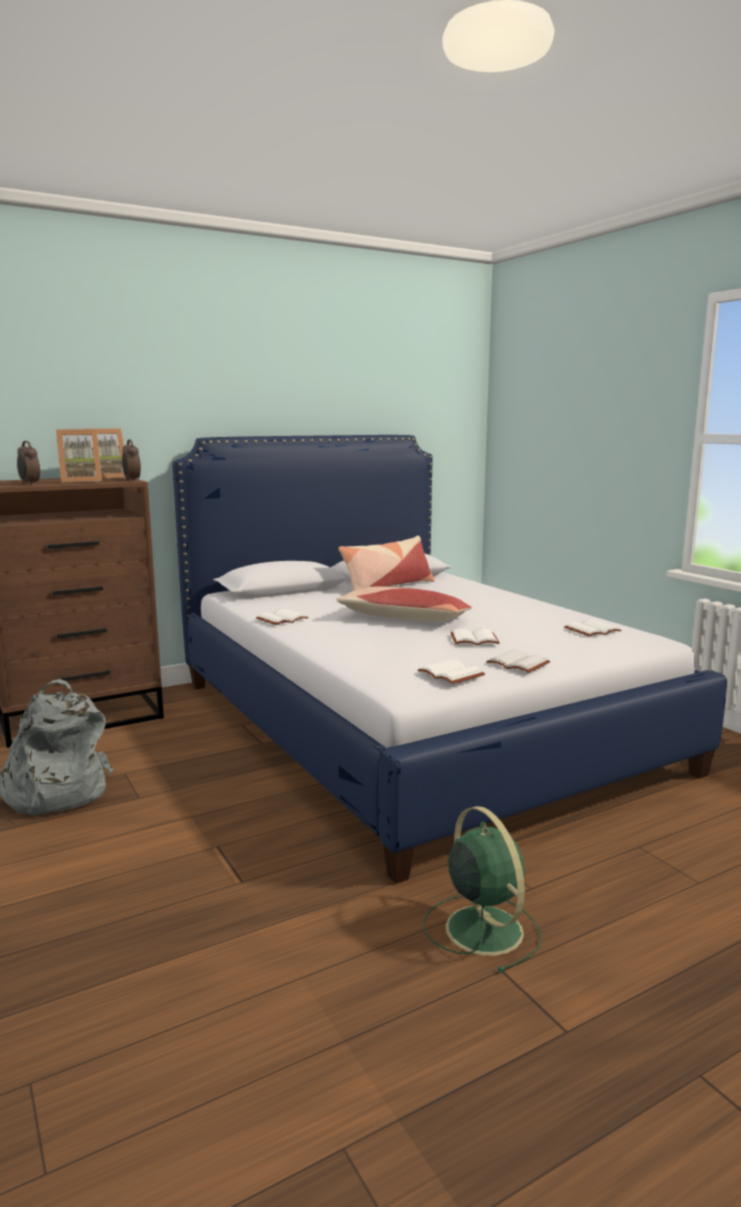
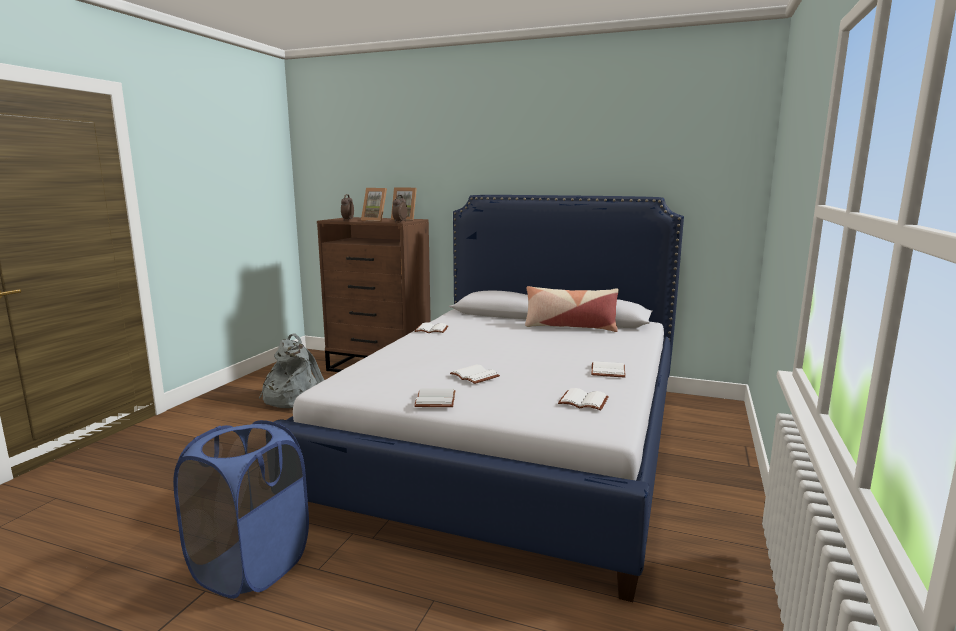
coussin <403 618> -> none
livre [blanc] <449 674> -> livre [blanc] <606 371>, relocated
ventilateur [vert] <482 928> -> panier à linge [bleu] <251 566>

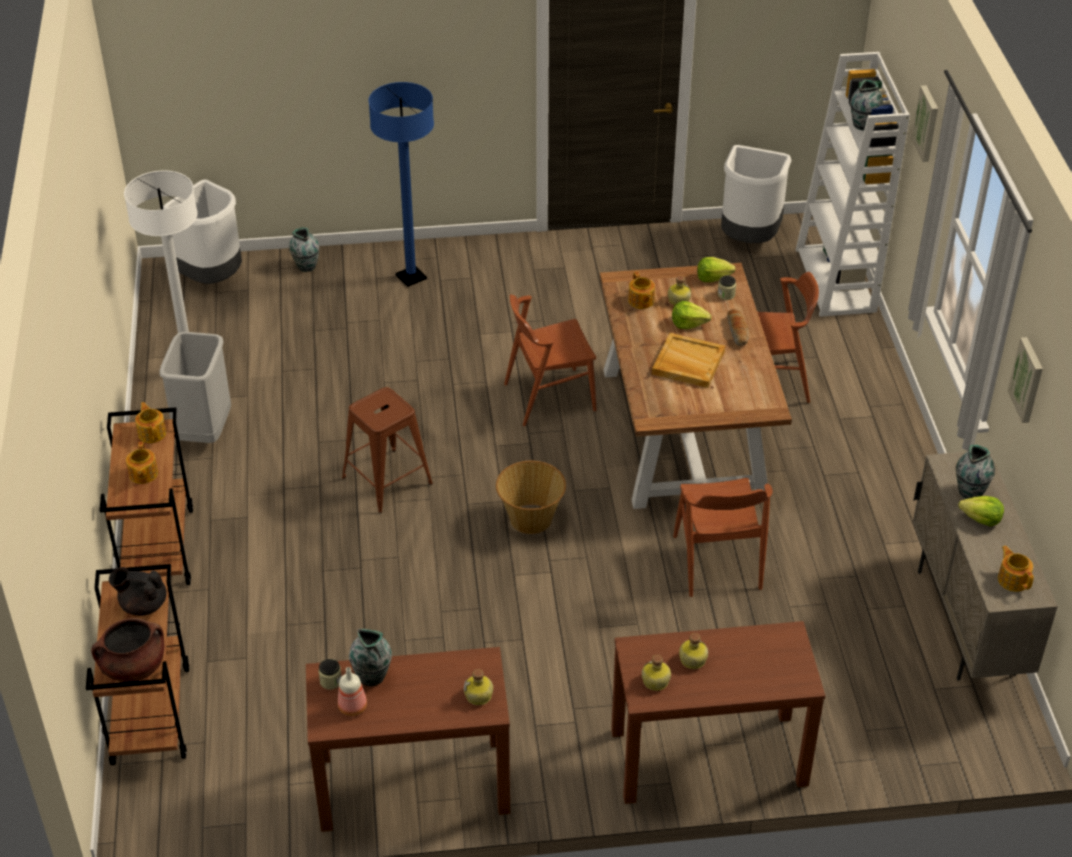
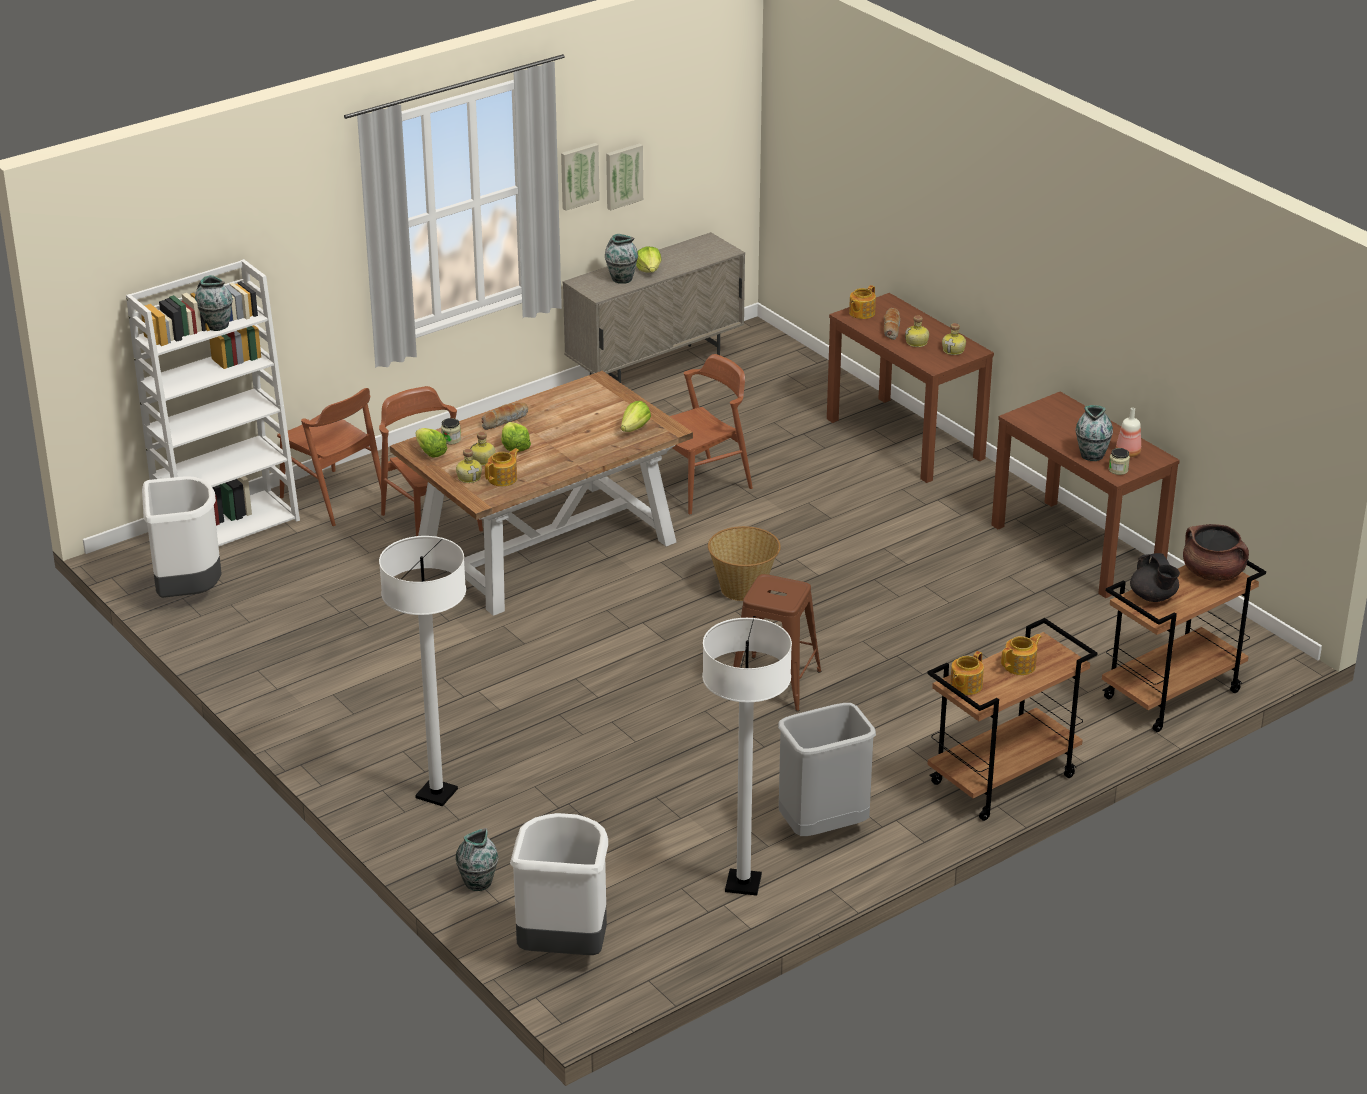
lampadaire [bleu] <411 277> -> lampadaire [blanc] <436 794>
tableau <927 123> -> tableau <623 175>, relocated
chaise [marron] <549 397> -> chaise [marron] <333 498>, relocated
plateau [beige] <687 363> -> none
théière <1013 579> -> théière <861 313>, relocated
bouteille <479 696> -> bouteille <469 477>, relocated
none -> pain <891 328>
none -> laitue <635 428>

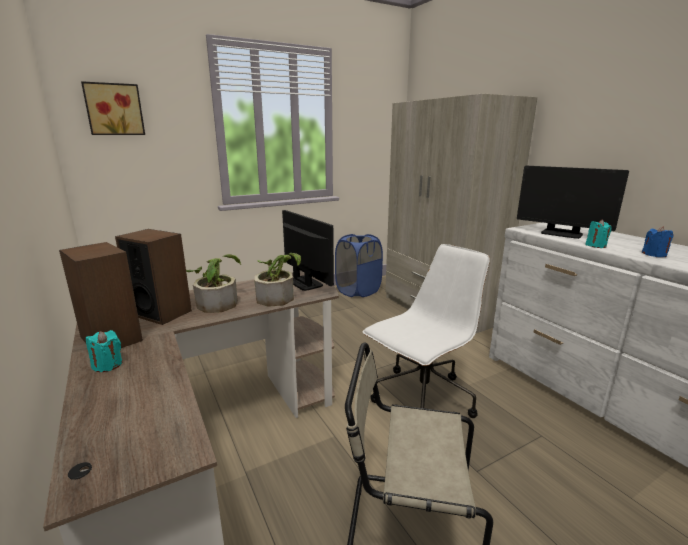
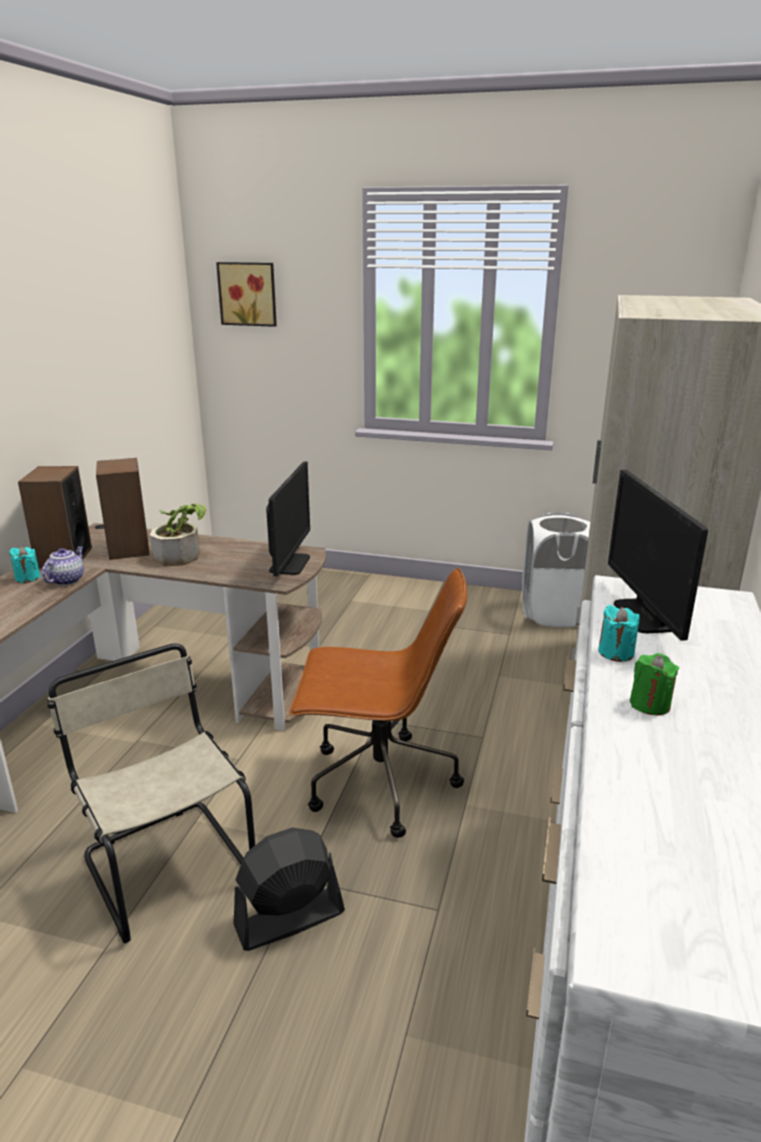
bougie [bleu] <654 255> -> bougie [vert] <649 704>
panier à linge [bleu] <358 291> -> panier à linge [blanc] <554 614>
chaise de bureau [blanc] <422 399> -> chaise de bureau [marron] <378 783>
plante en pot <278 296> -> none
none -> théière <67 580>
none -> ventilateur [noir] <289 919>

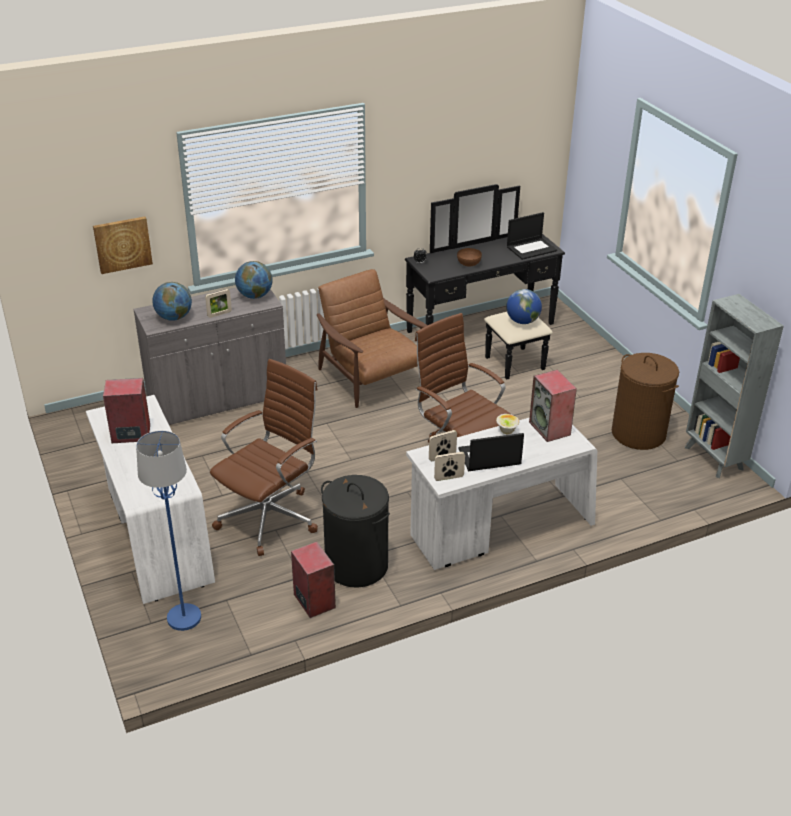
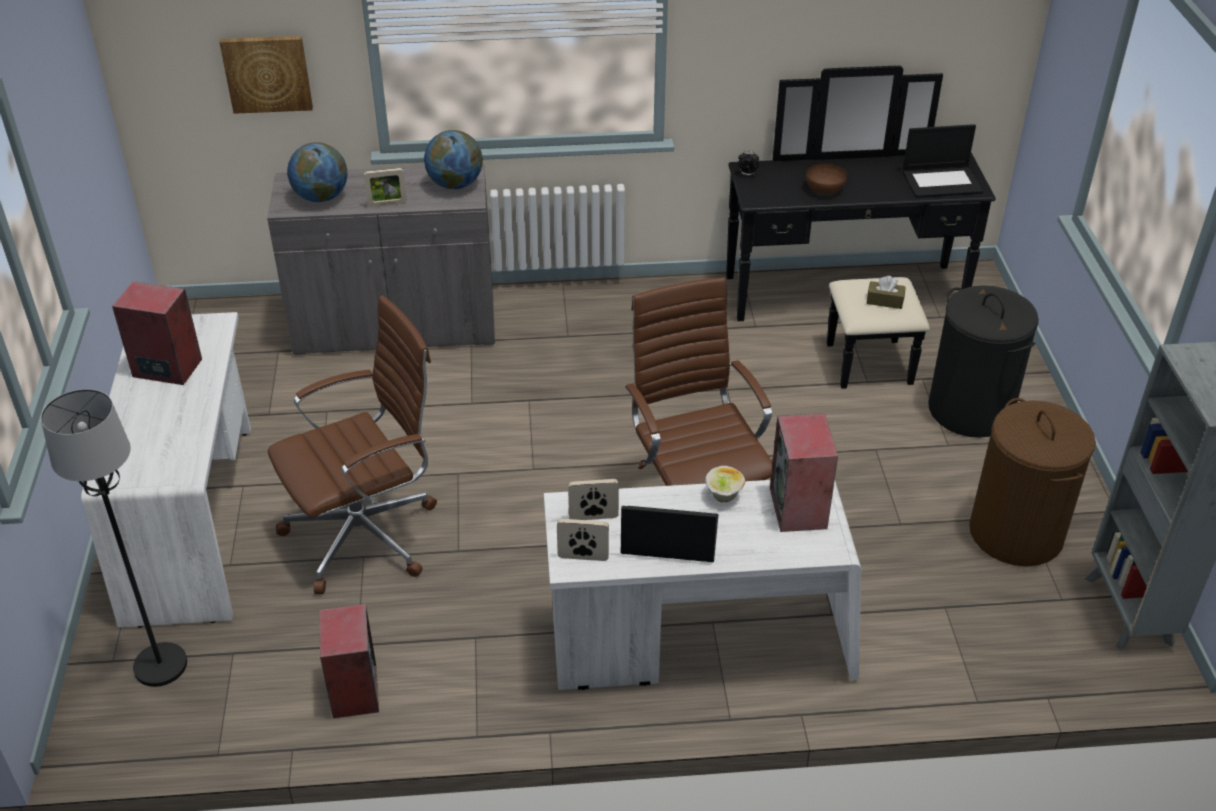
fauteuil [marron] <371 378> -> none
globe <522 321> -> boîte à mouchoirs [marron] <885 301>
lampadaire [bleu] <183 618> -> lampadaire [noir] <160 665>
panier à linge [noir] <356 566> -> panier à linge [noir] <970 410>, relocated

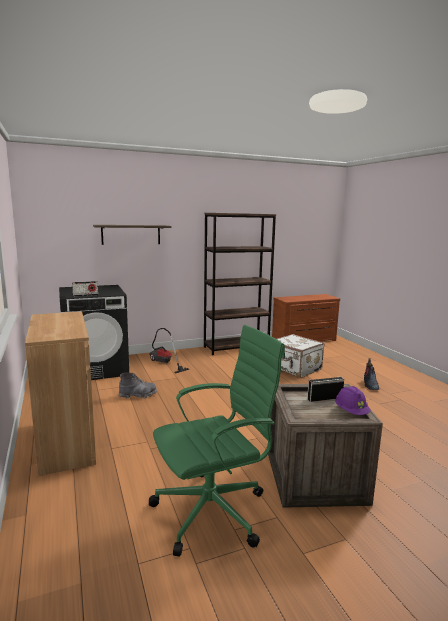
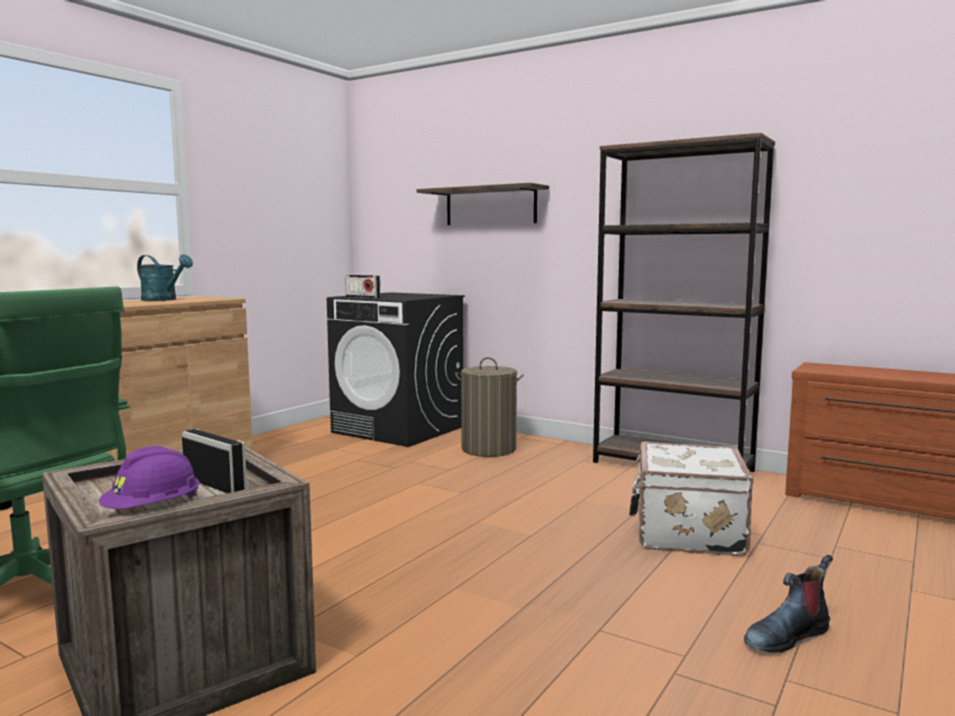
aspirateur <164 363> -> panier à linge <489 449>
botte [gris] <138 395> -> none
none -> arrosoir [turquoise] <164 300>

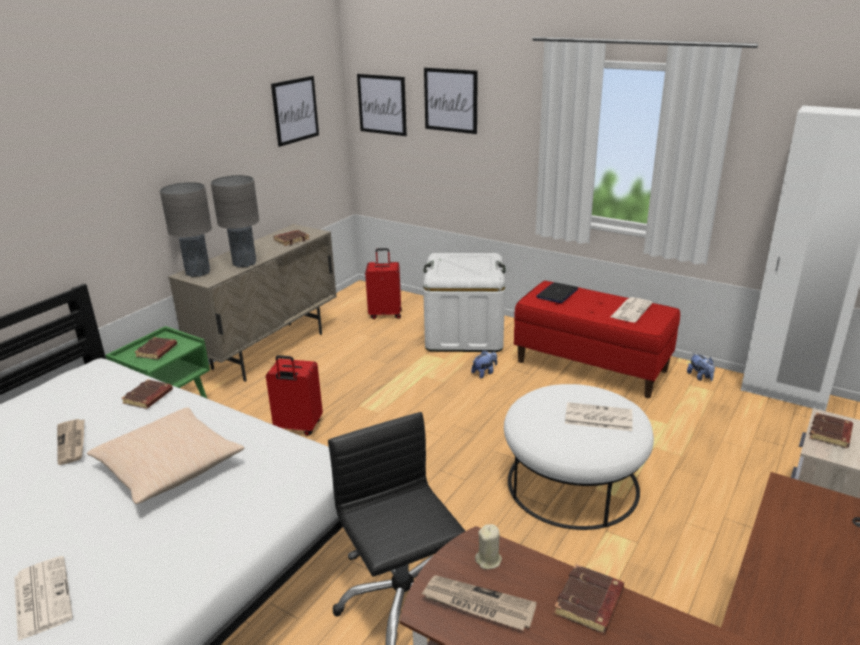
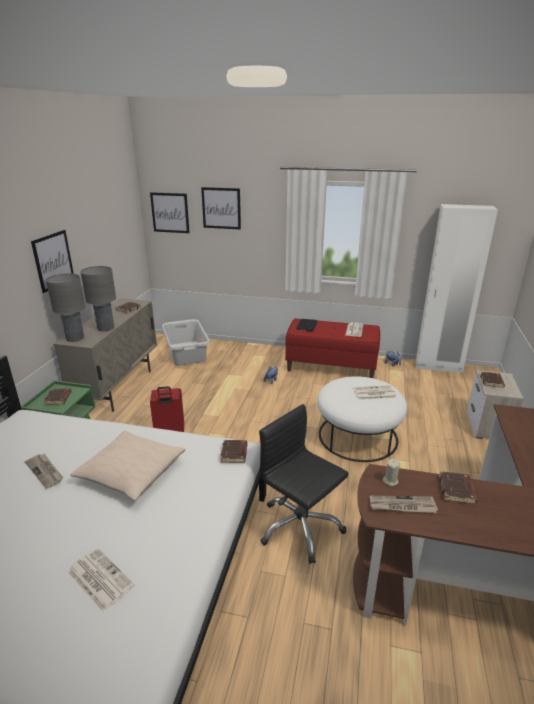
tableau <295 110> -> tableau <53 260>, relocated
valise [rouge] <385 314> -> panier à linge [gris] <187 353>
boîte de rangement [blanc] <464 334> -> none
livre [marron] <148 397> -> livre [marron] <234 454>, relocated

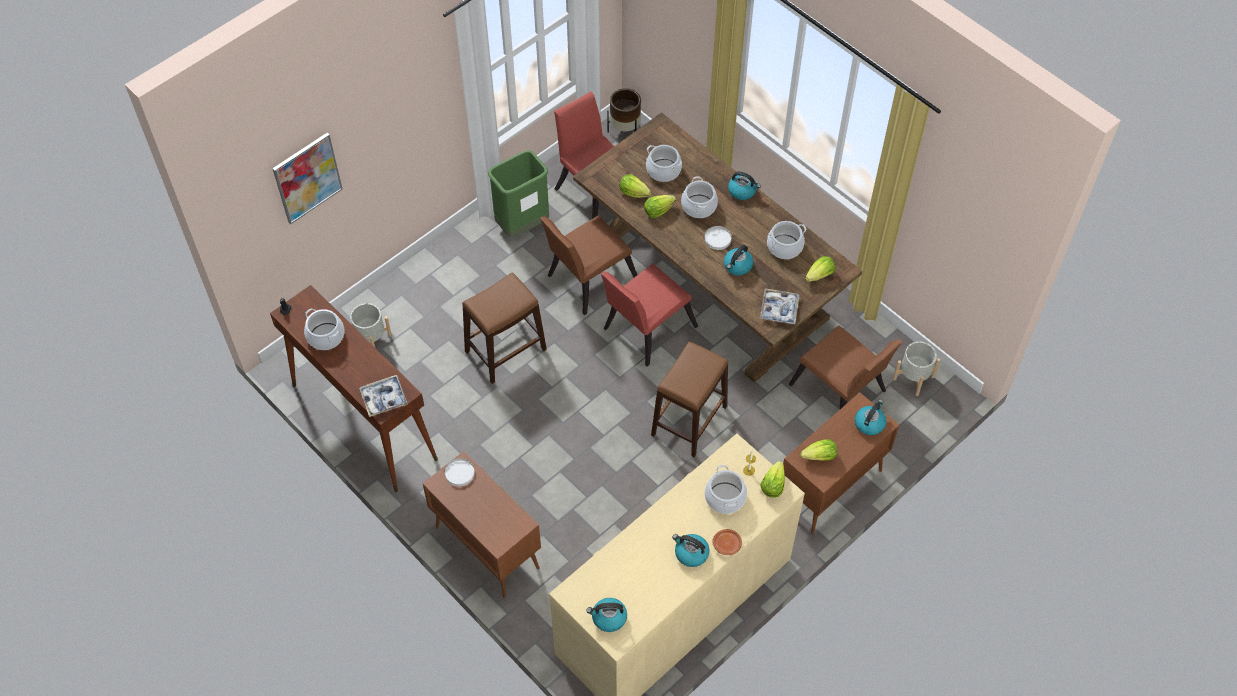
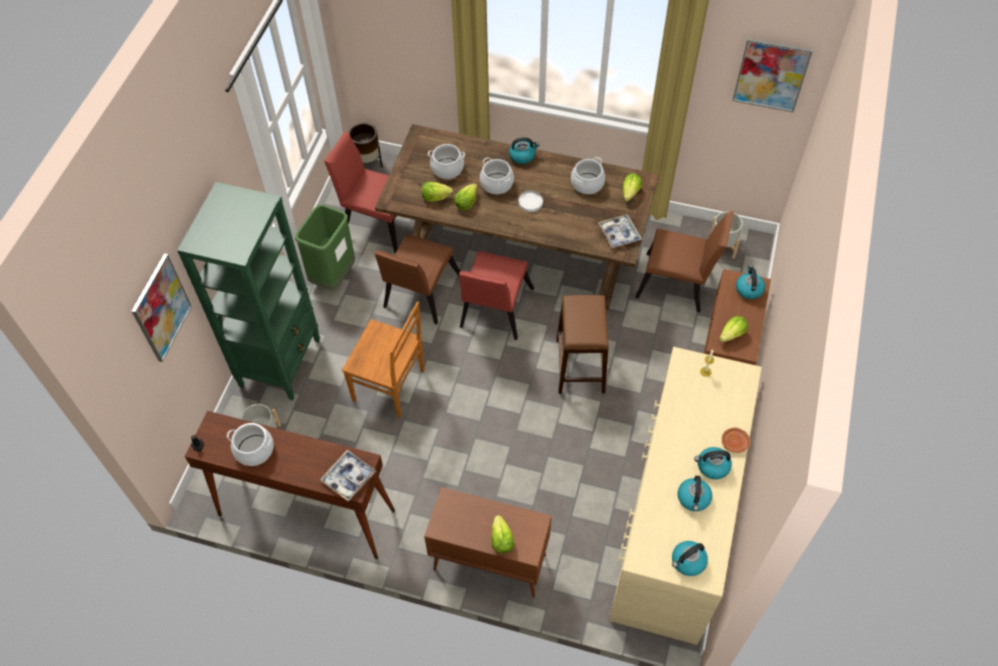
bouilloire <737 266> -> bouilloire <693 498>, relocated
tabouret [marron] <506 350> -> chaise [marron] <391 386>
assiette [blanc] <459 473> -> none
laitue <772 485> -> laitue <501 540>, relocated
marmite <725 497> -> none
none -> tableau <771 74>
none -> bibliothèque [vert] <281 362>

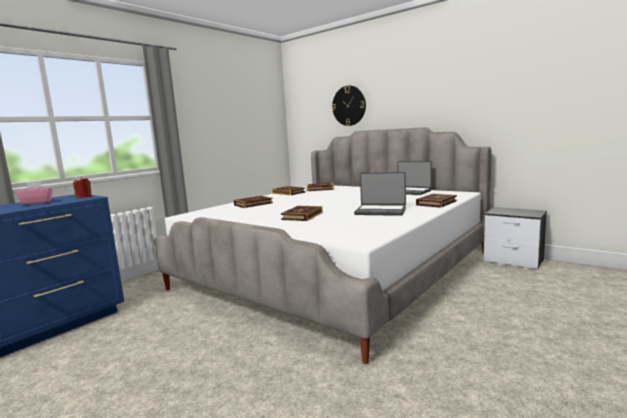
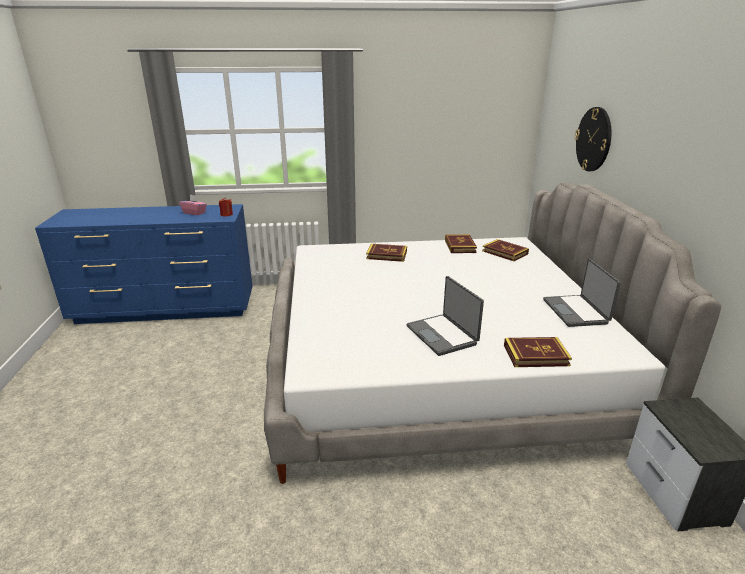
livre <302 216> -> none

